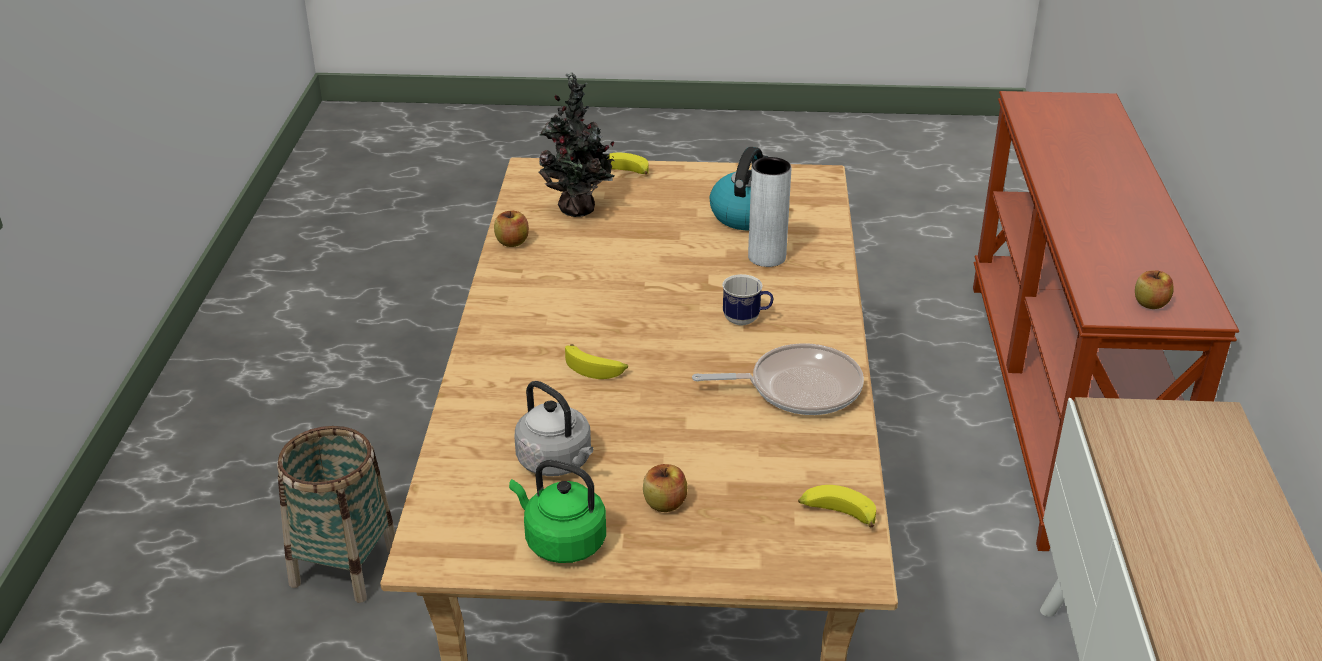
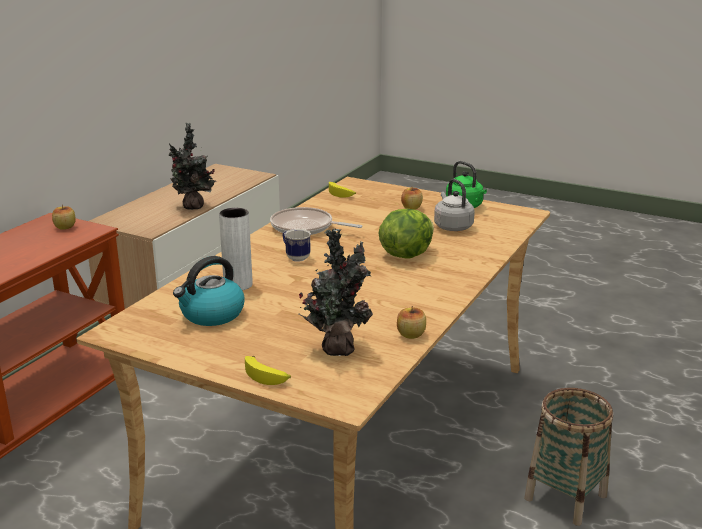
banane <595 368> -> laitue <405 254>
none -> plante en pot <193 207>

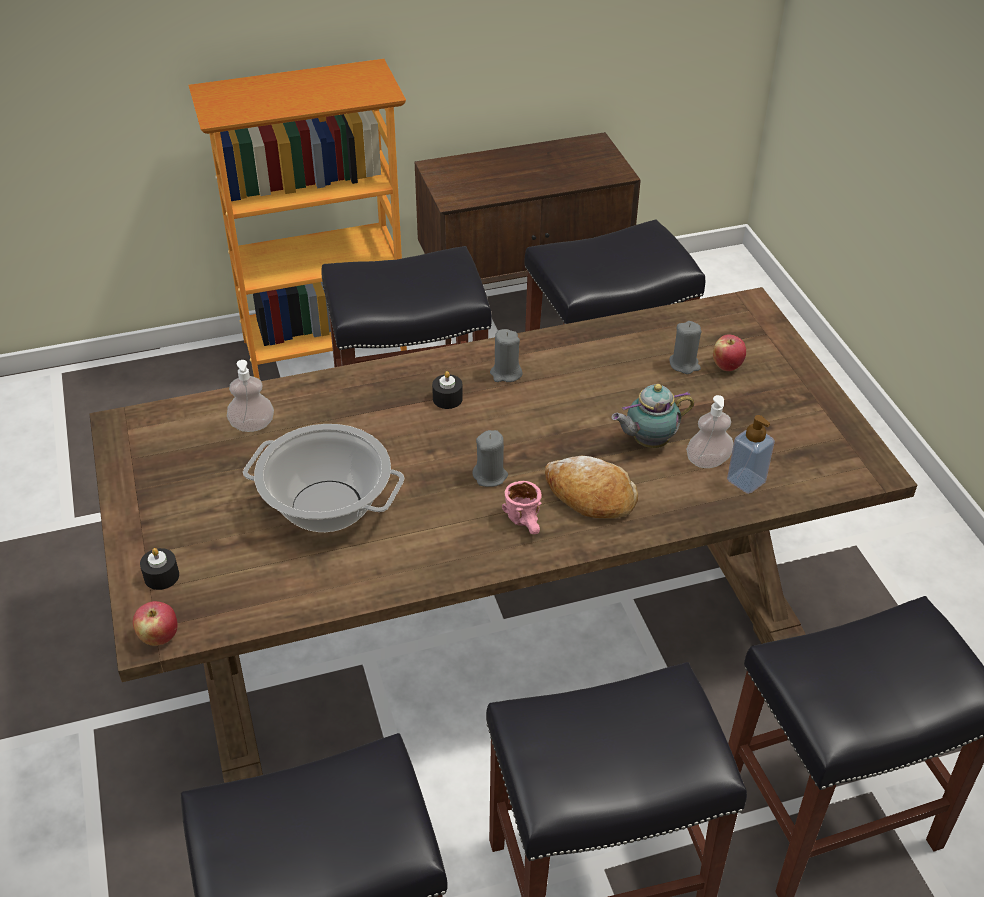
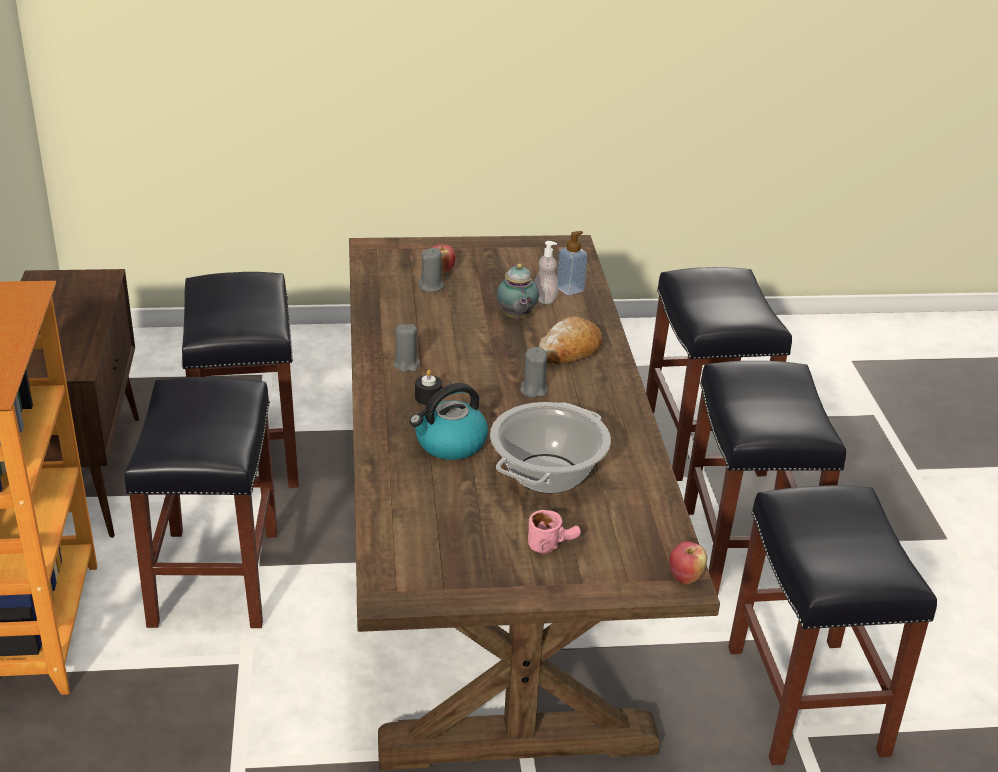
distributeur de savon <252 425> -> none
mug [rose] <527 524> -> mug [rose] <552 544>, relocated
bougie [noir] <161 576> -> none
none -> bouilloire <450 444>

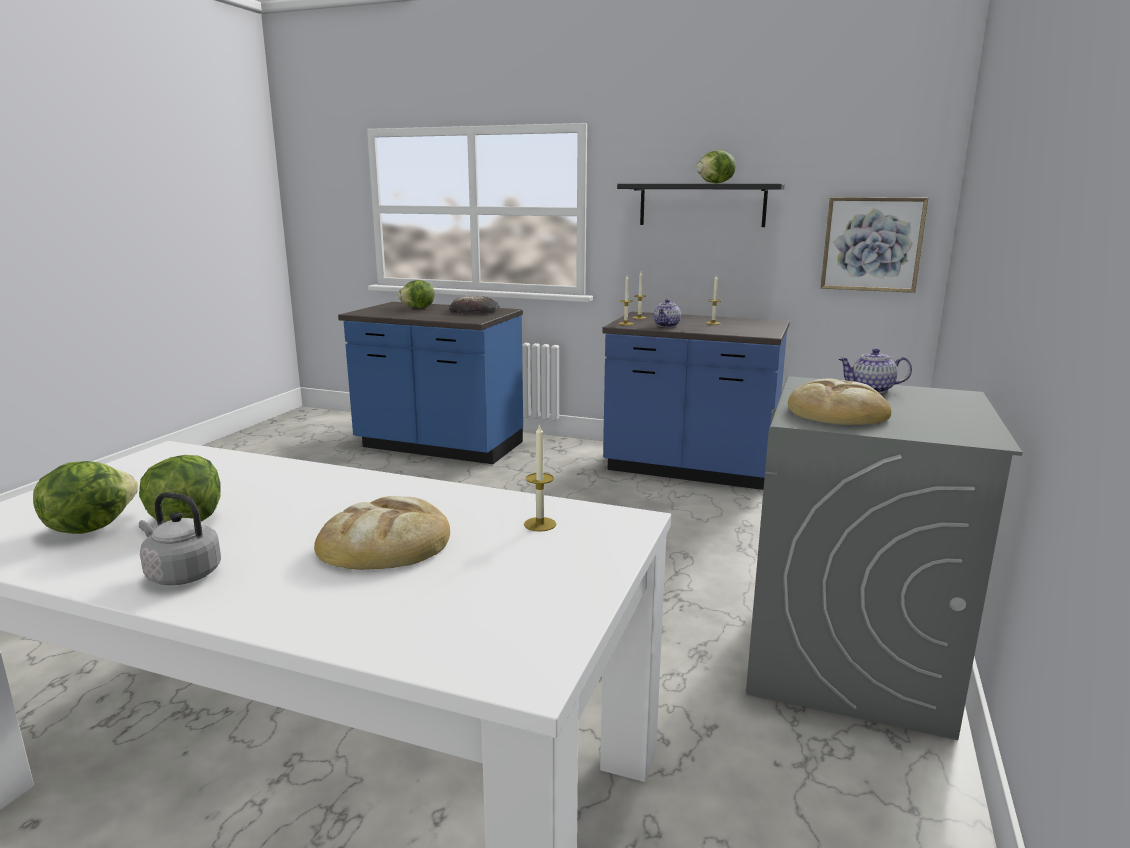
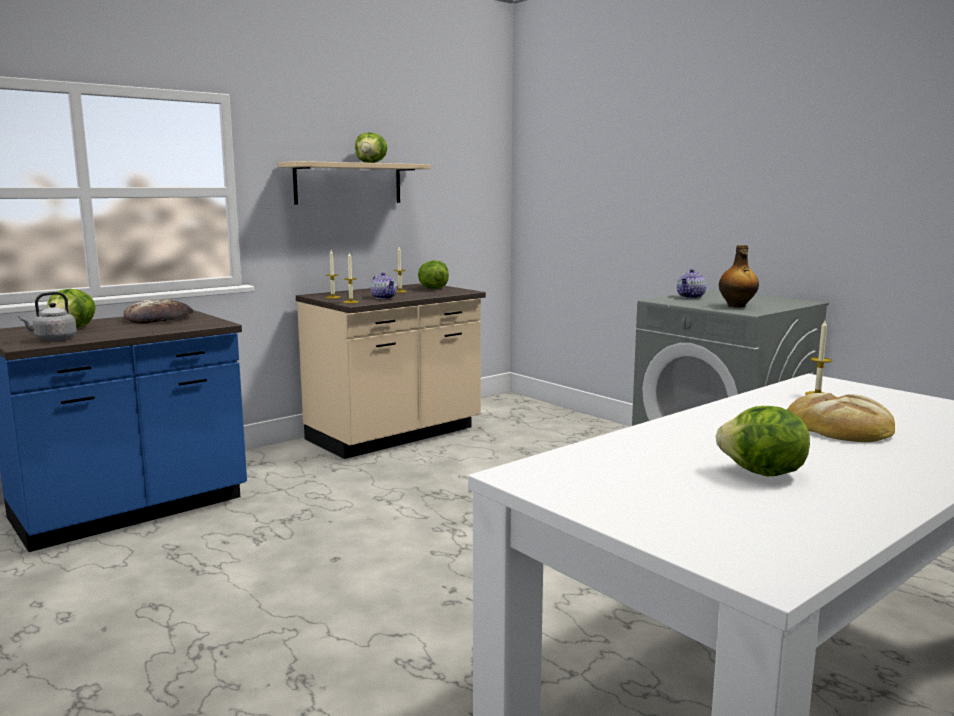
étagère [noir] <702 205> -> étagère [beige] <348 183>
tableau <872 244> -> none
comptoir de cuisine [bleu] <690 469> -> comptoir de cuisine [beige] <395 435>
pain <837 412> -> bouteille <736 306>
laitue <89 527> -> laitue <432 288>, relocated
bouilloire [gris] <181 574> -> bouilloire [gris] <53 339>, relocated

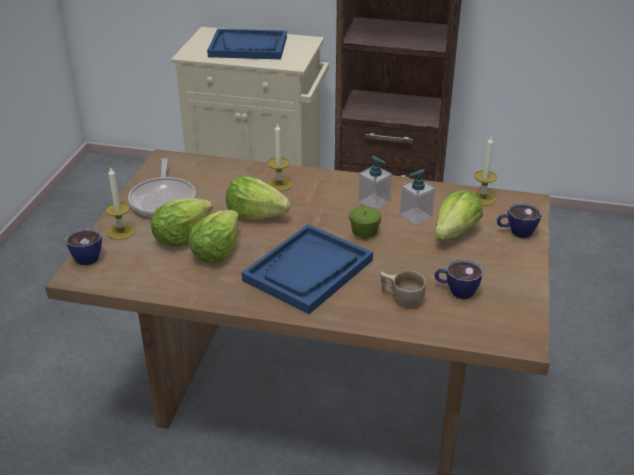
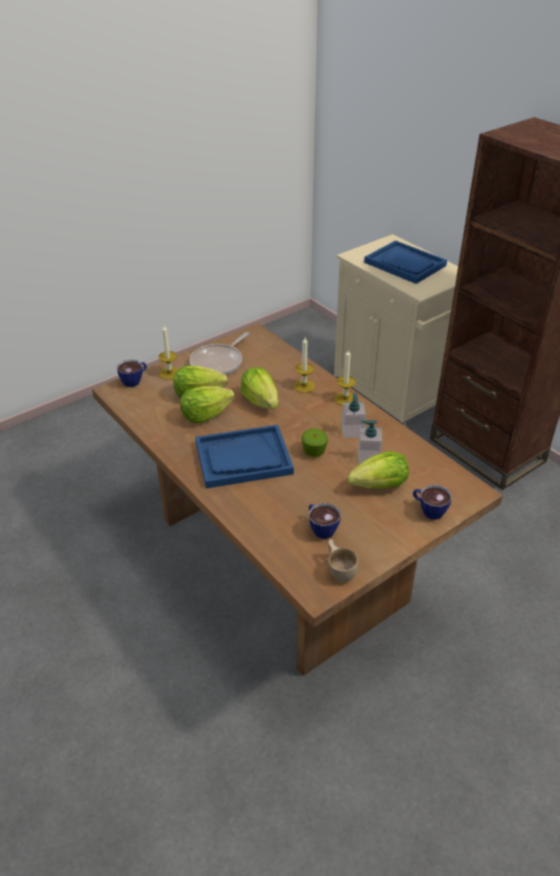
bougie <482 198> -> bougie <345 399>, relocated
tasse [beige] <401 298> -> tasse [beige] <340 569>, relocated

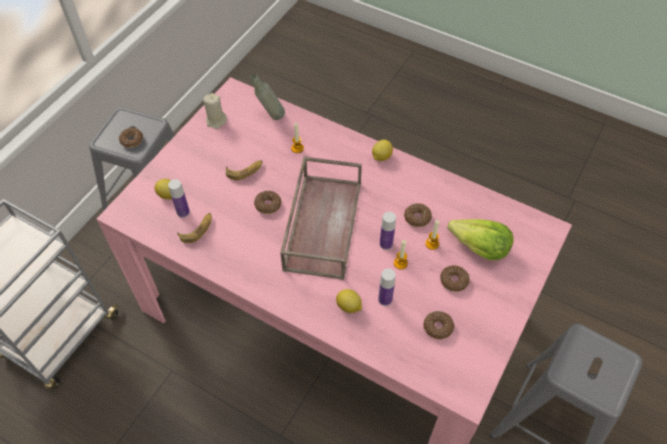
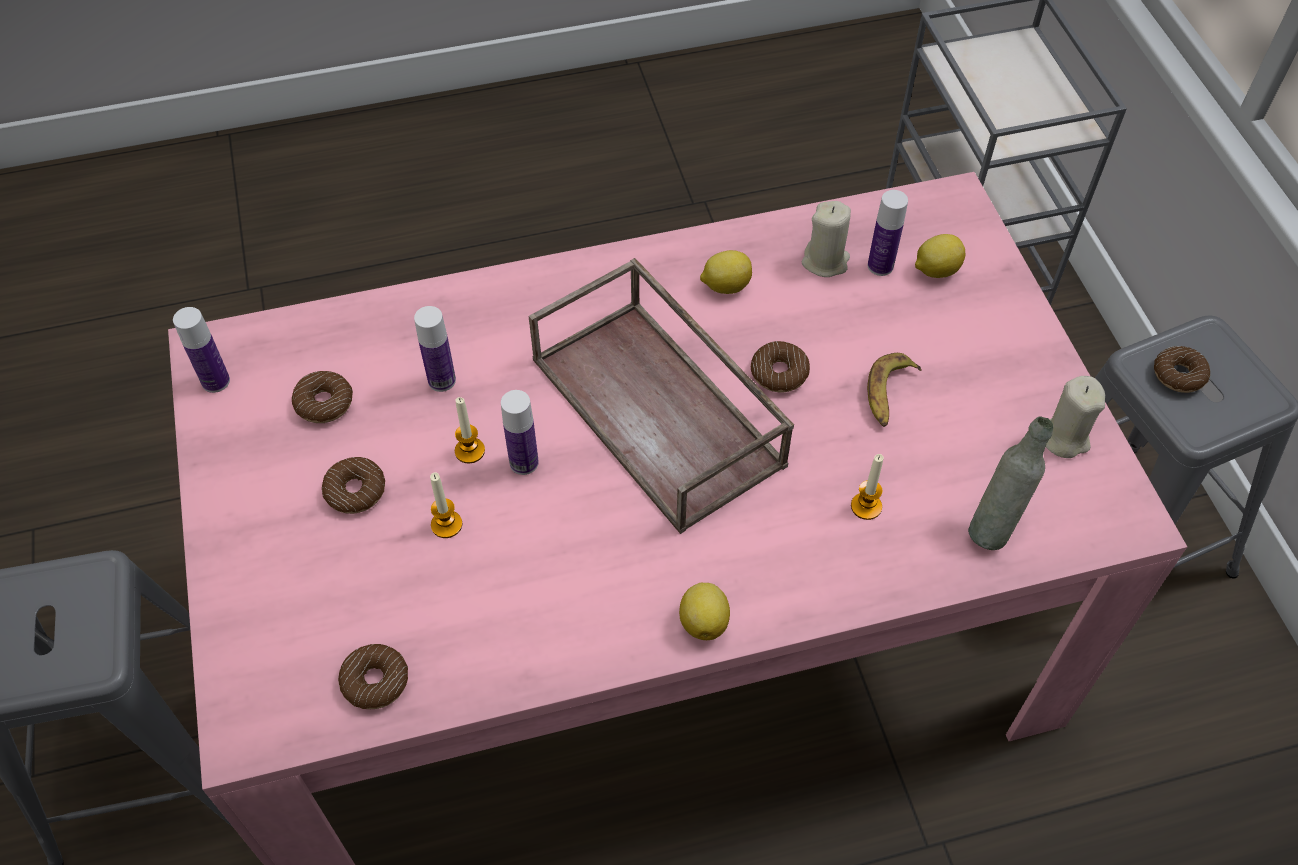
beignet <417 218> -> beignet <375 681>, relocated
banane <197 229> -> bougie [beige] <825 261>
laitue <479 248> -> none
citron <349 306> -> citron <725 286>, relocated
none -> bouteille <216 381>

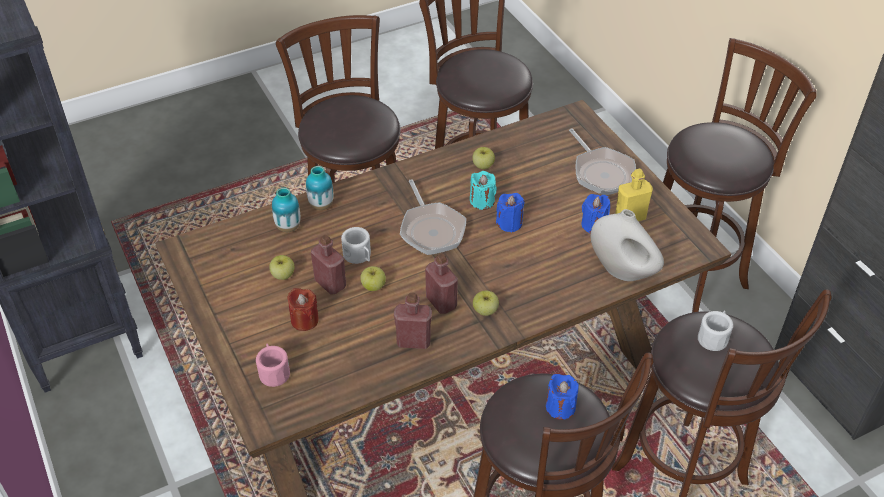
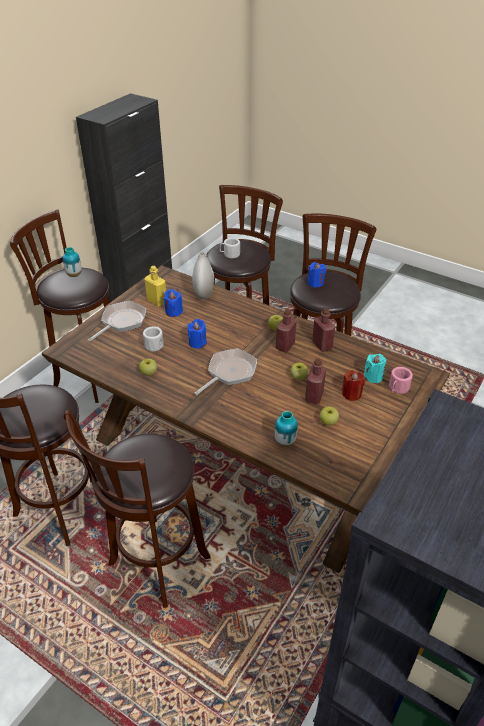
vase <321 205> -> vase <74 275>, relocated
bougie [turquoise] <482 201> -> bougie [turquoise] <373 377>, relocated
mug [blanc] <359 256> -> mug [blanc] <155 344>, relocated

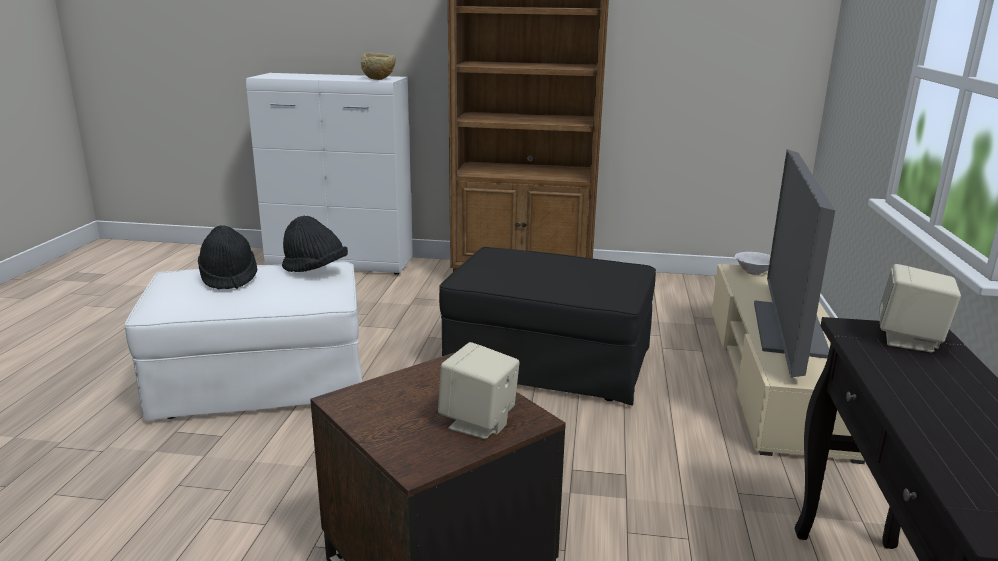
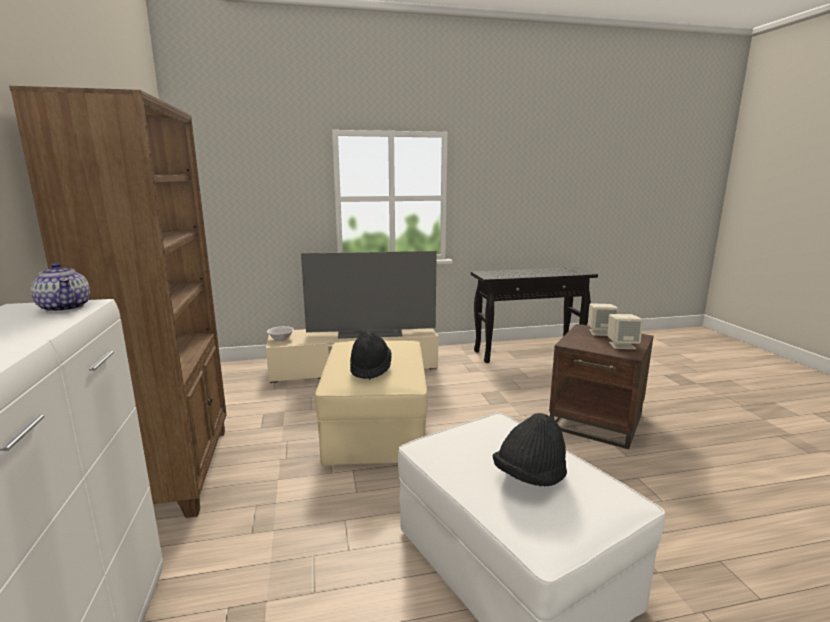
bol [beige] <379 79> -> théière <65 308>
chapeau [noir] <315 270> -> chapeau [noir] <370 369>, relocated
pouf [noir] <547 362> -> pouf [beige] <375 428>
enceinte [beige] <909 340> -> enceinte [beige] <622 345>, relocated

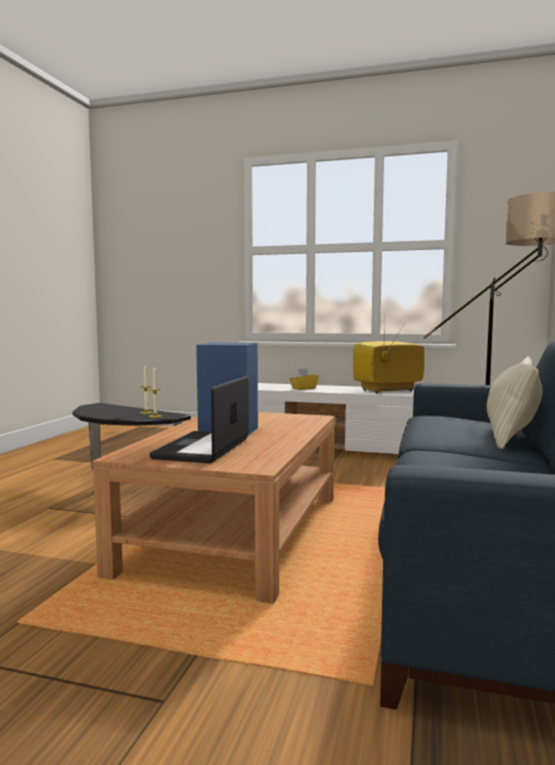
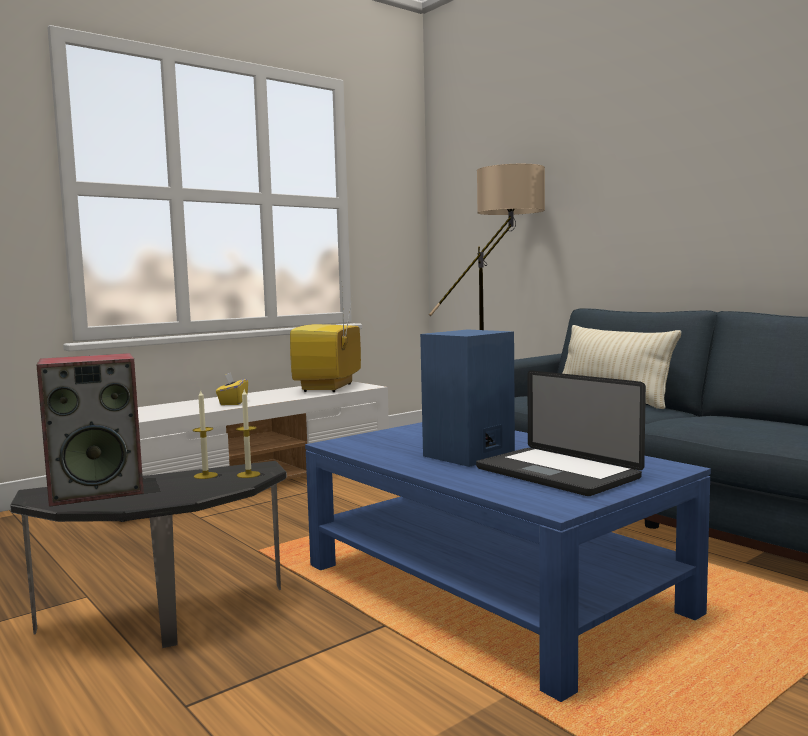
table basse [marron] <236 532> -> table basse [bleu] <492 589>
none -> enceinte <98 490>

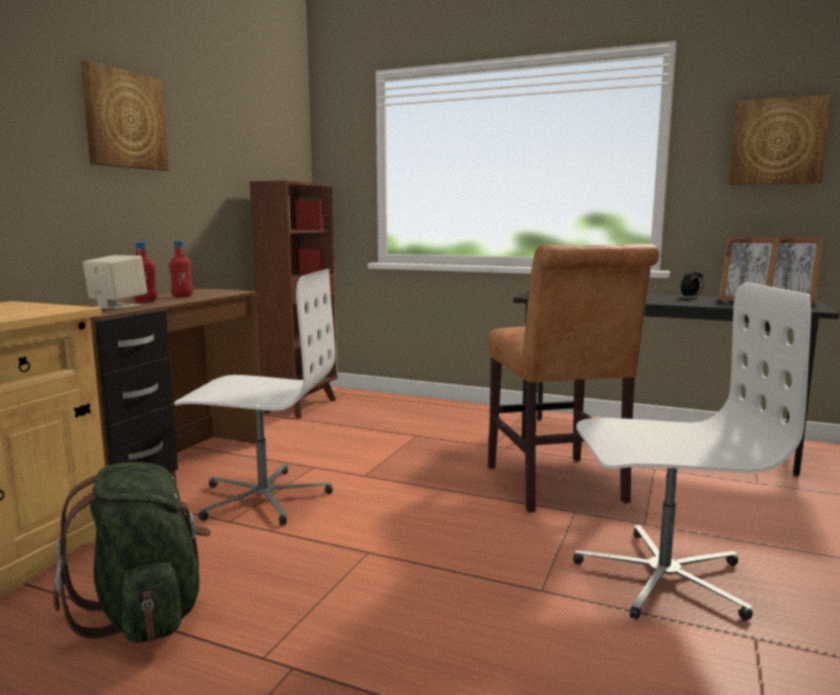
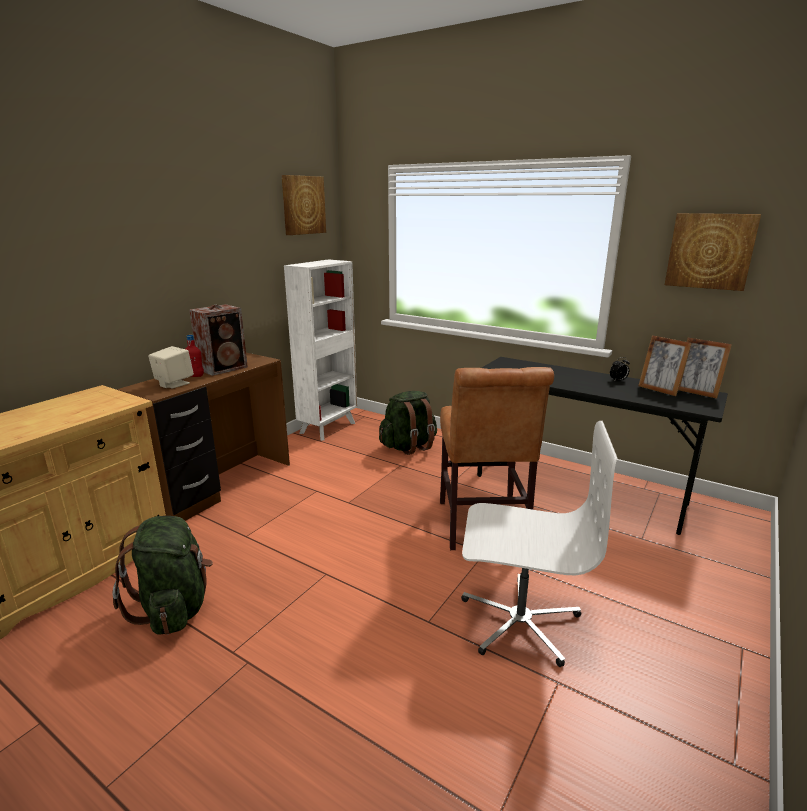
tableau <124 120> -> tableau <303 205>, relocated
bibliothèque [marron] <302 406> -> bibliothèque [blanc] <329 427>
bouteille [rouge] <182 296> -> enceinte <224 368>
chaise de bureau [blanc] <263 497> -> none
none -> sac à dos [vert] <408 446>

